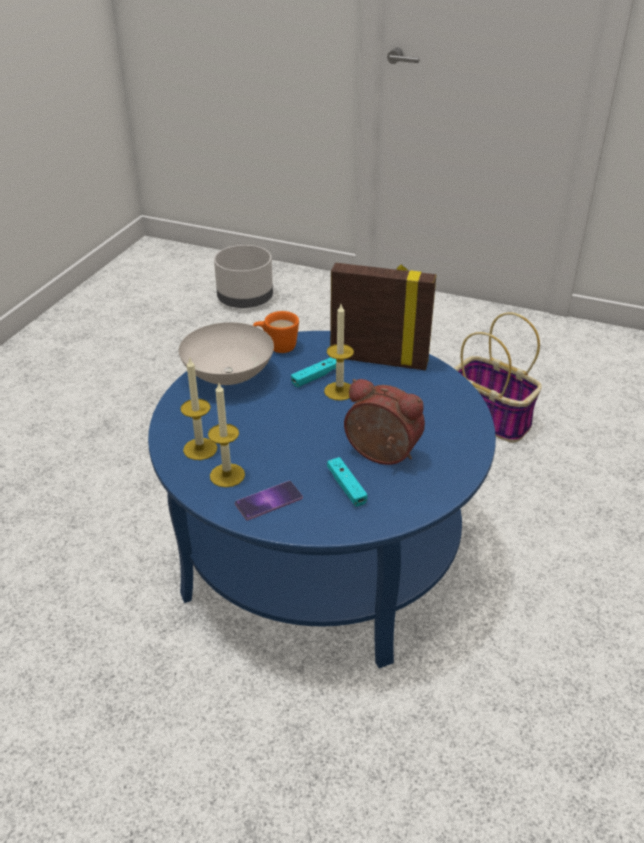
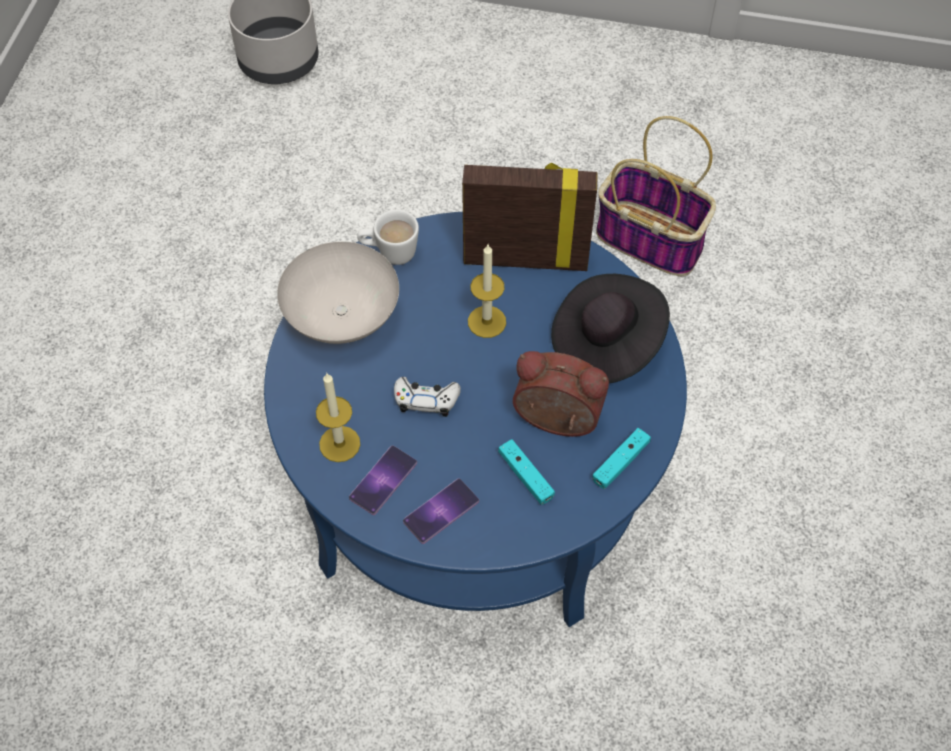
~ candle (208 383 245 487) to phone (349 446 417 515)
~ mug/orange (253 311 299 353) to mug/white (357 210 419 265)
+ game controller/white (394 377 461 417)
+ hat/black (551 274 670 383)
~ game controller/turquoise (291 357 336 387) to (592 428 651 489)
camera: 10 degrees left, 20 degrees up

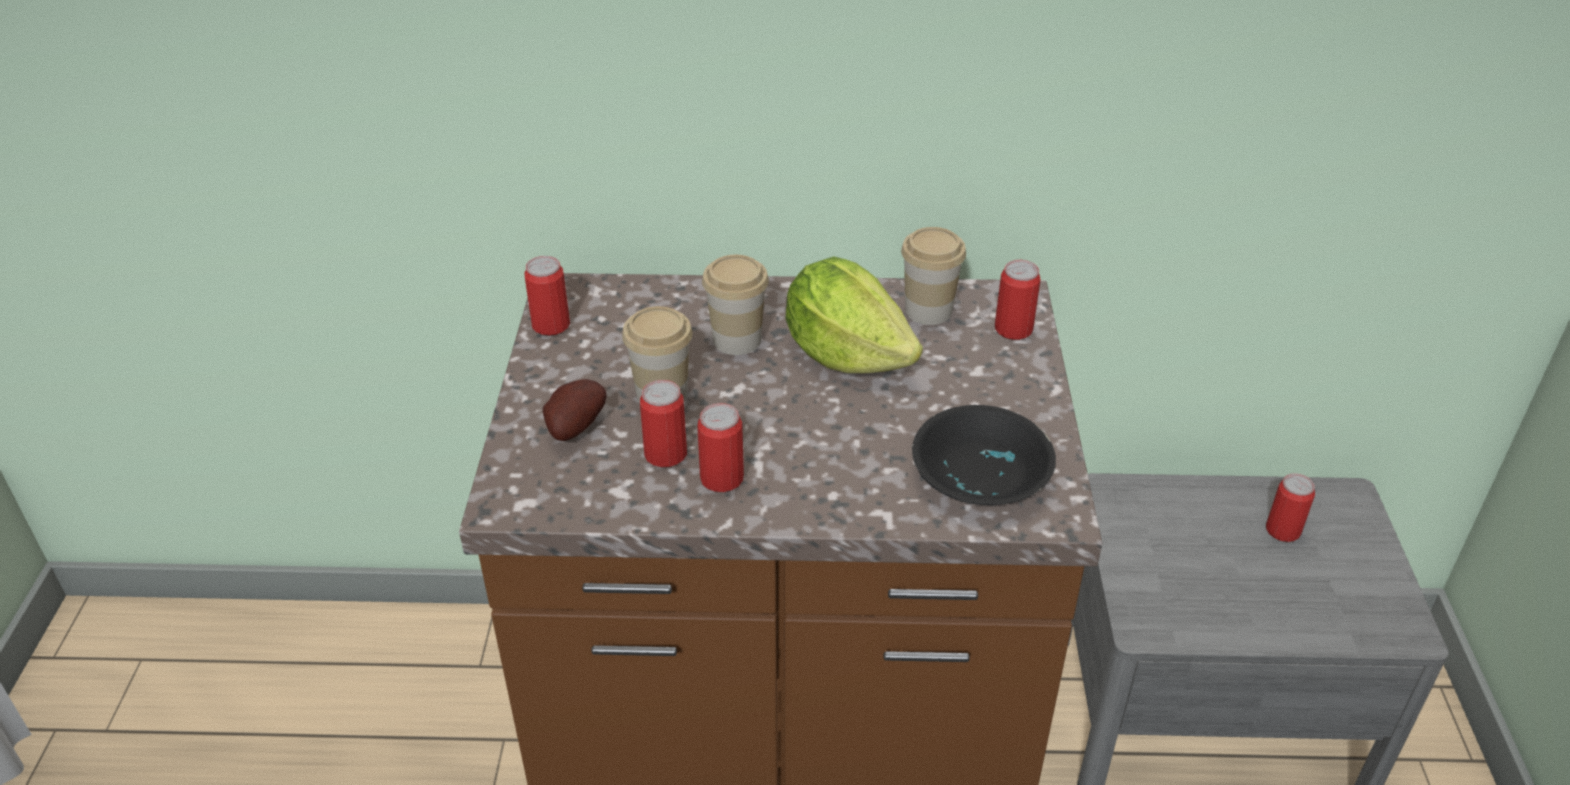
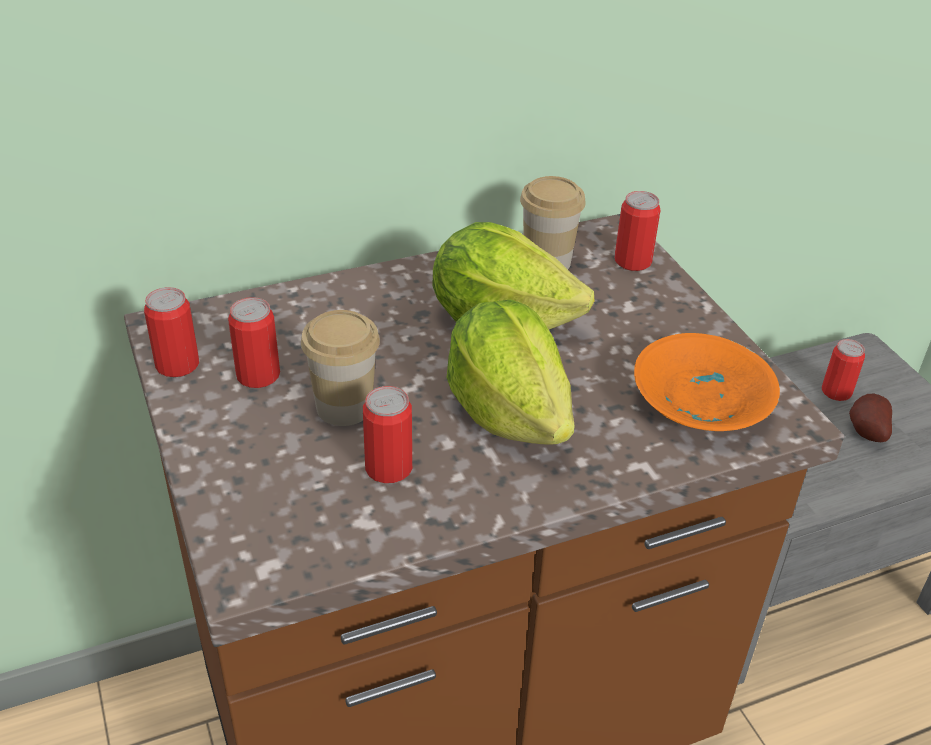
~ can (697 403 744 492) to (228 297 280 388)
+ lettuce (447 299 575 445)
~ bowl/black (912 405 1056 505) to bowl/orange (634 333 780 431)
~ potato (543 379 606 441) to (849 394 892 442)
- cup (702 255 769 355)
camera: 25 degrees left, 0 degrees up

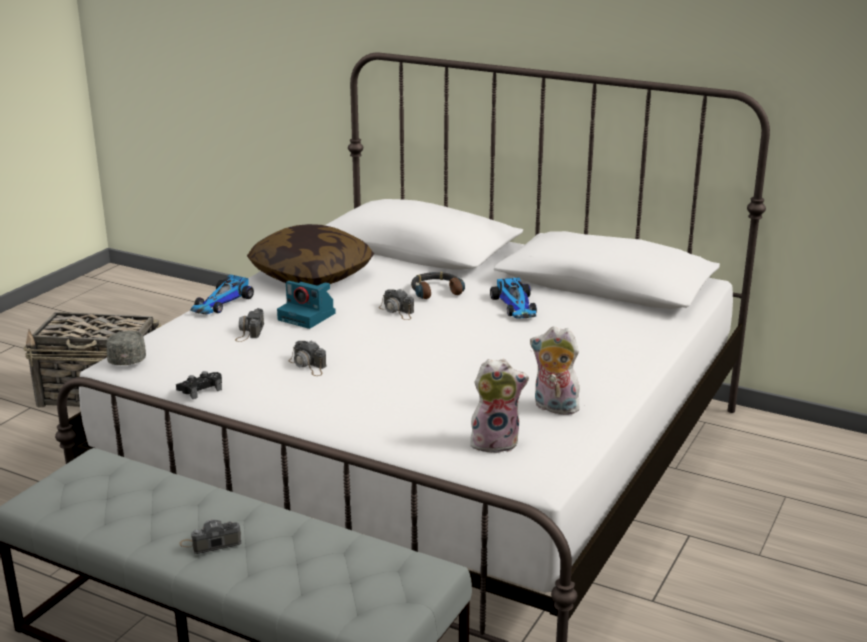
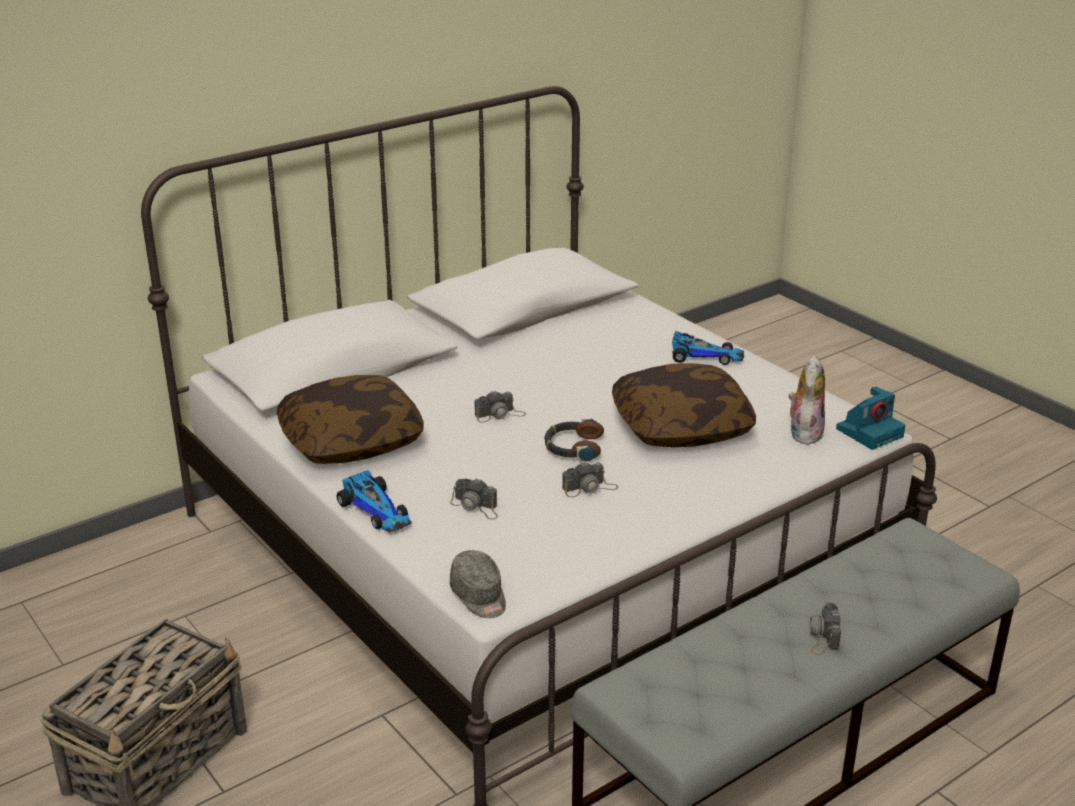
~ cap/grey (107 331 146 365) = (450 550 506 618) 135 degrees counterclockwise
~ headphones (411 272 465 299) to (544 419 604 462)
+ pillow (612 363 756 447)
~ toy car (490 277 537 319) to (672 331 744 365)
~ photo camera (277 281 336 329) to (836 386 906 450)
- game controller/black (176 371 222 399)
- plush toy (530 326 582 415)
camera: 65 degrees left, 5 degrees up

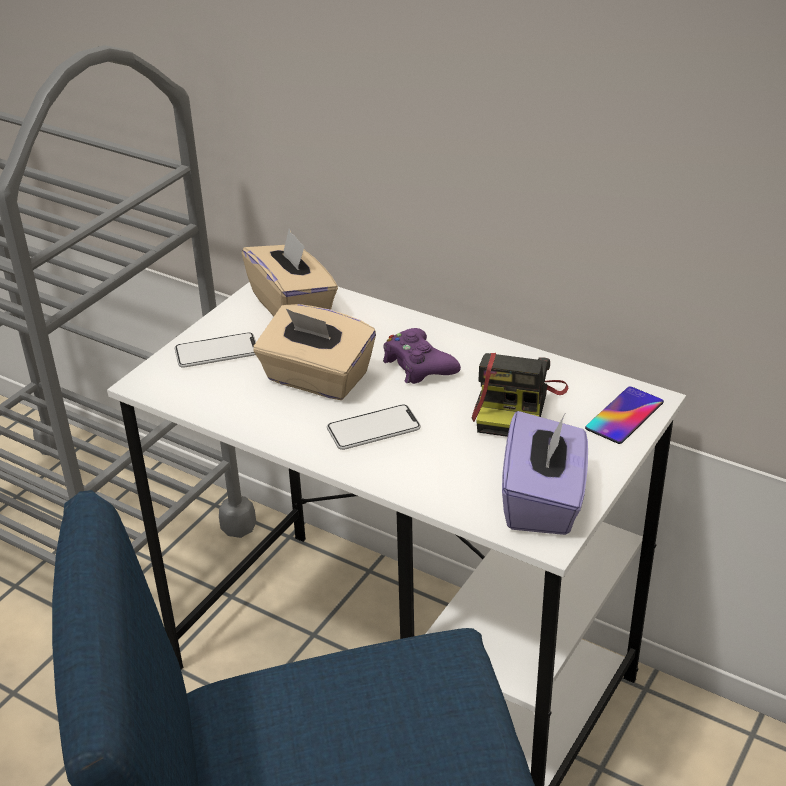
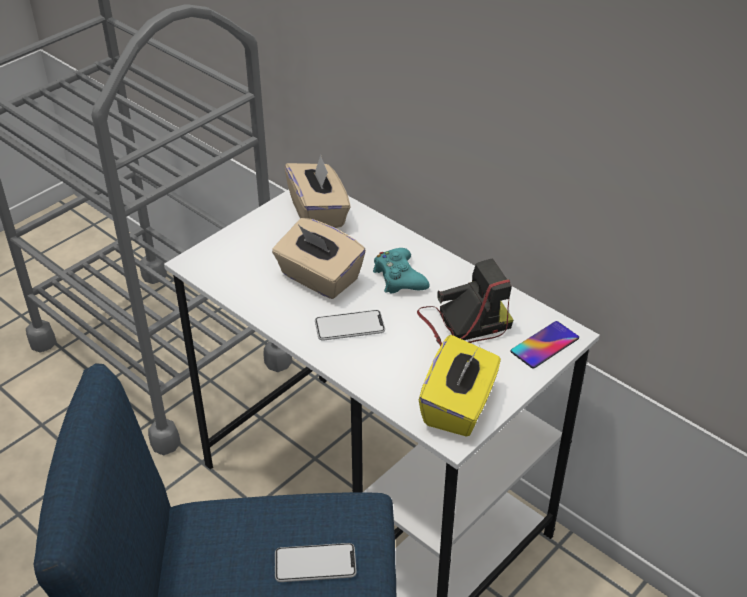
~ phone (175 332 256 368) to (275 543 357 582)
~ game controller/purple (383 328 461 384) to game controller/turquoise (373 248 430 293)
~ photo camera (472 353 569 437) = (417 258 513 346) 135 degrees counterclockwise
~ tissue box/purple (502 411 588 535) to tissue box/yellow (419 335 501 437)
camera: 10 degrees right, 5 degrees up

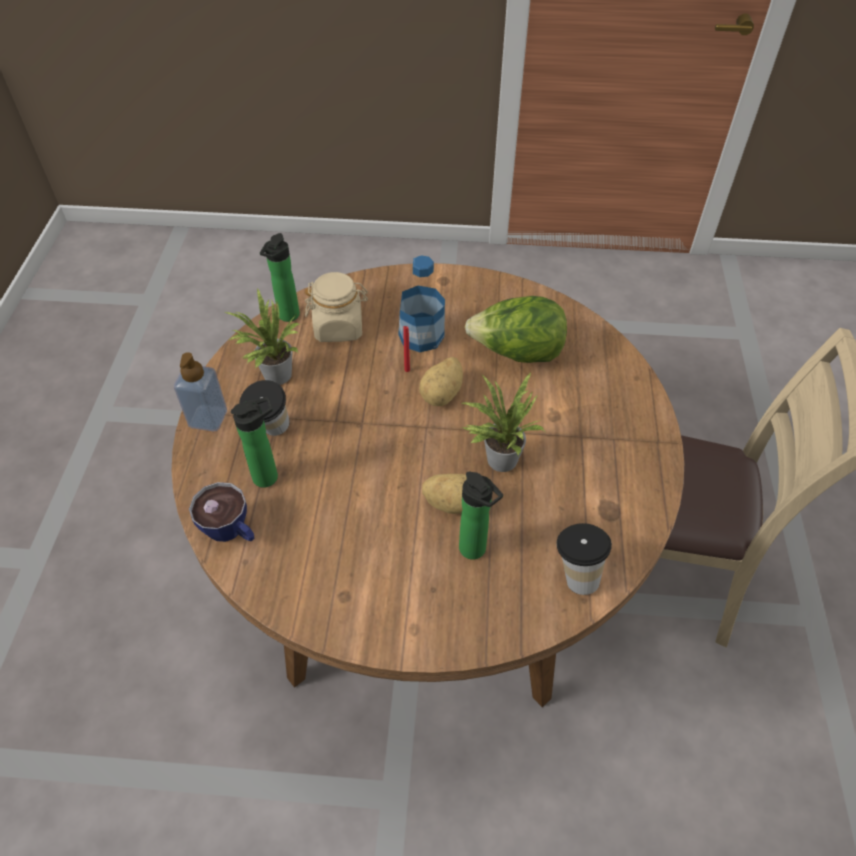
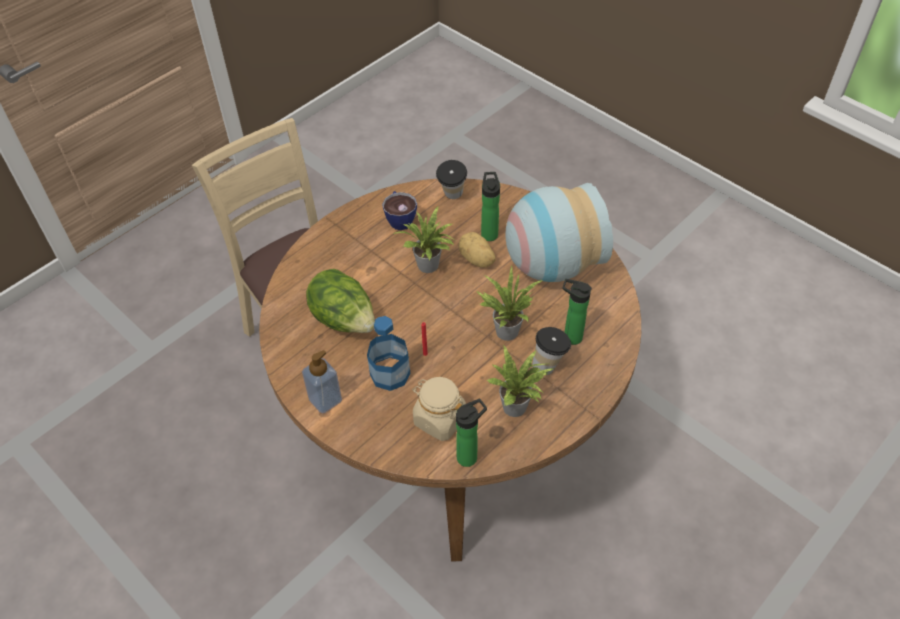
~ soap dispenser (174 352 227 431) to (302 350 342 414)
~ cup (189 482 254 542) to (382 191 417 230)
+ potted plant (477 266 542 341)
+ vase (505 183 613 282)
- potato (419 357 463 406)
camera: 140 degrees left, 0 degrees up

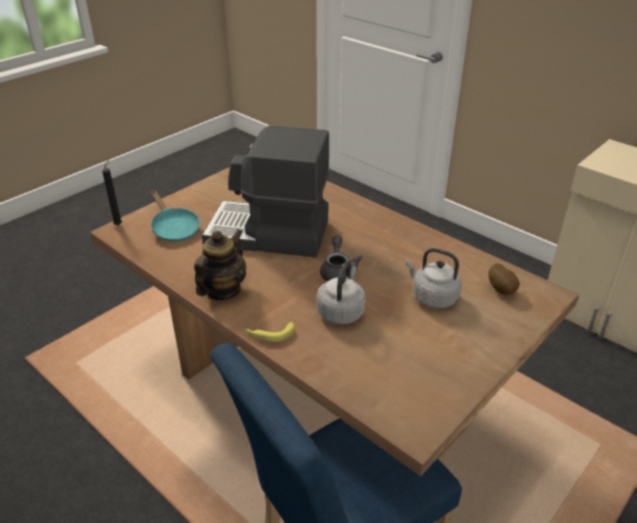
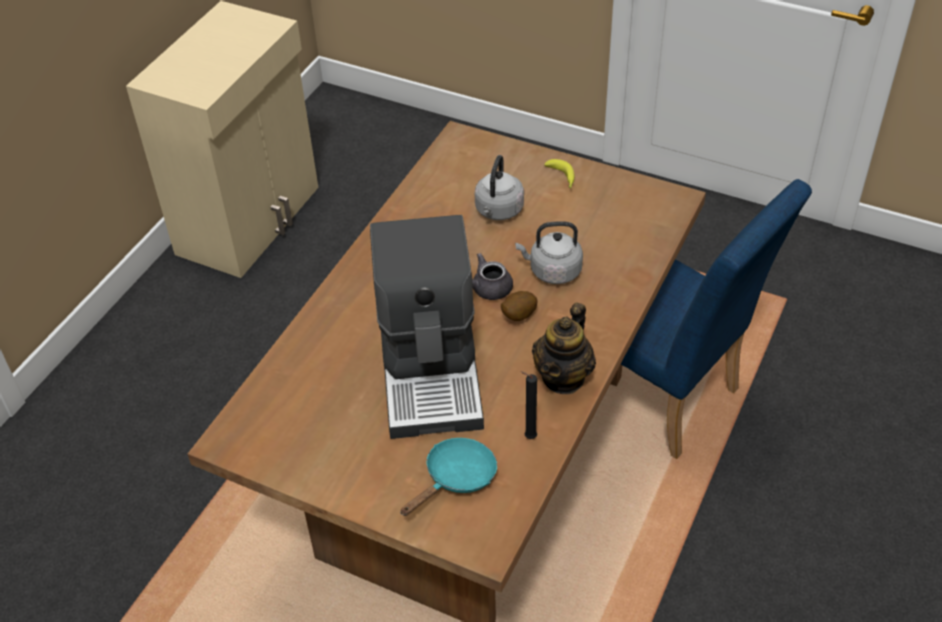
~ potato (488 264 520 295) to (501 291 538 321)
~ candle/black (102 160 122 225) to (520 371 537 439)
~ teapot (194 229 246 300) = (532 303 596 394) 75 degrees counterclockwise
~ banana (245 322 295 342) to (544 159 575 188)
camera: 105 degrees left, 10 degrees up

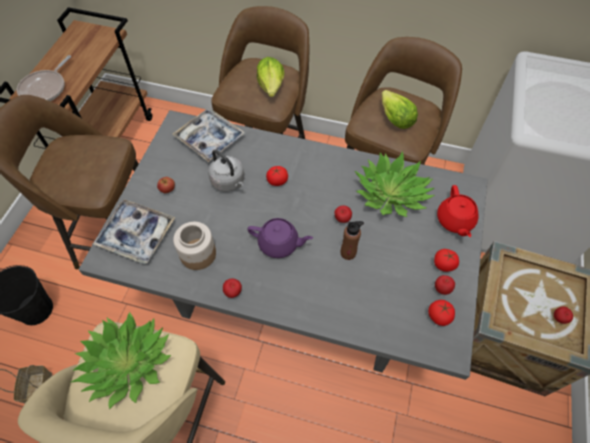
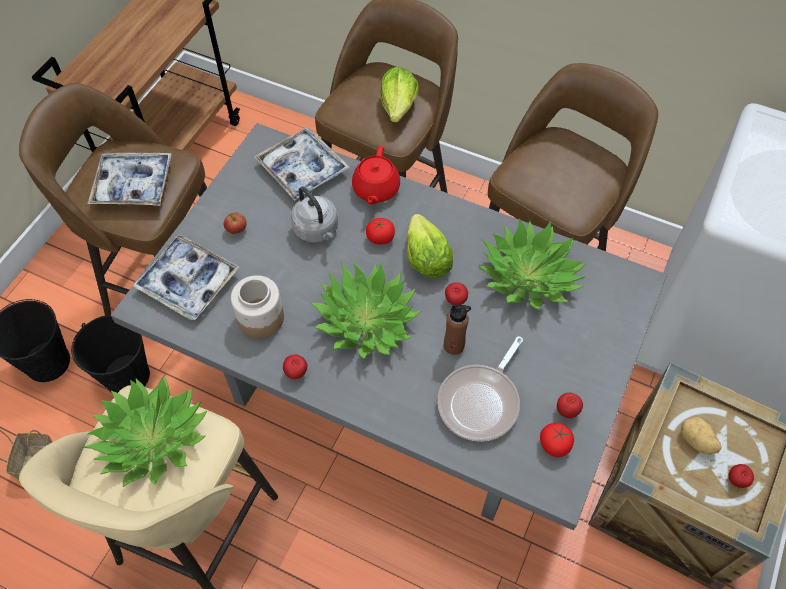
+ bucket/black (71 315 150 393)
+ tray (88 153 172 206)
~ teapot/purple (247 218 313 258) to potted plant (310 262 421 359)
~ teapot/red (437 185 479 237) to (352 146 400 205)
~ lettuce (381 90 418 129) to (407 214 453 278)
~ frying pan (17 55 71 101) to (437 336 523 442)
+ potato (681 417 722 455)
- tomato (434 249 459 272)
camera: 10 degrees right, 0 degrees up

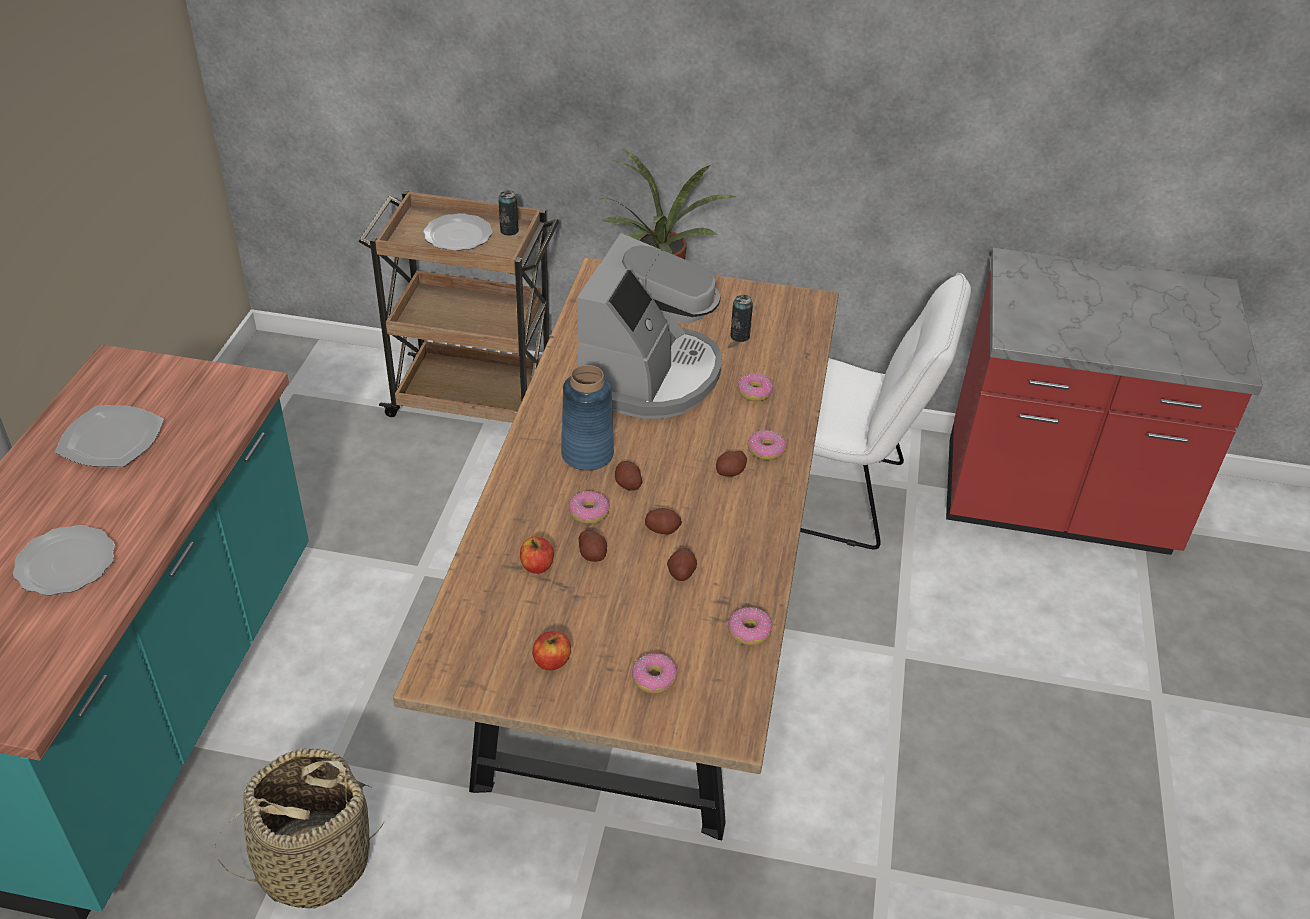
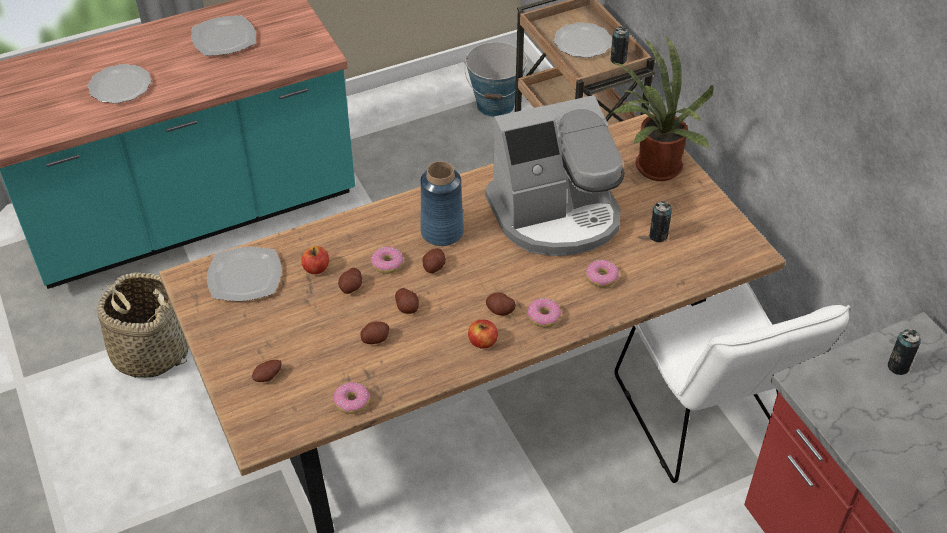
+ plate (207 247 282 301)
~ donut (632 653 677 694) to potato (252 360 282 382)
+ bucket (464 42 528 117)
~ apple (532 631 571 671) to (468 320 498 349)
+ can (888 329 921 375)
camera: 55 degrees right, 5 degrees up

